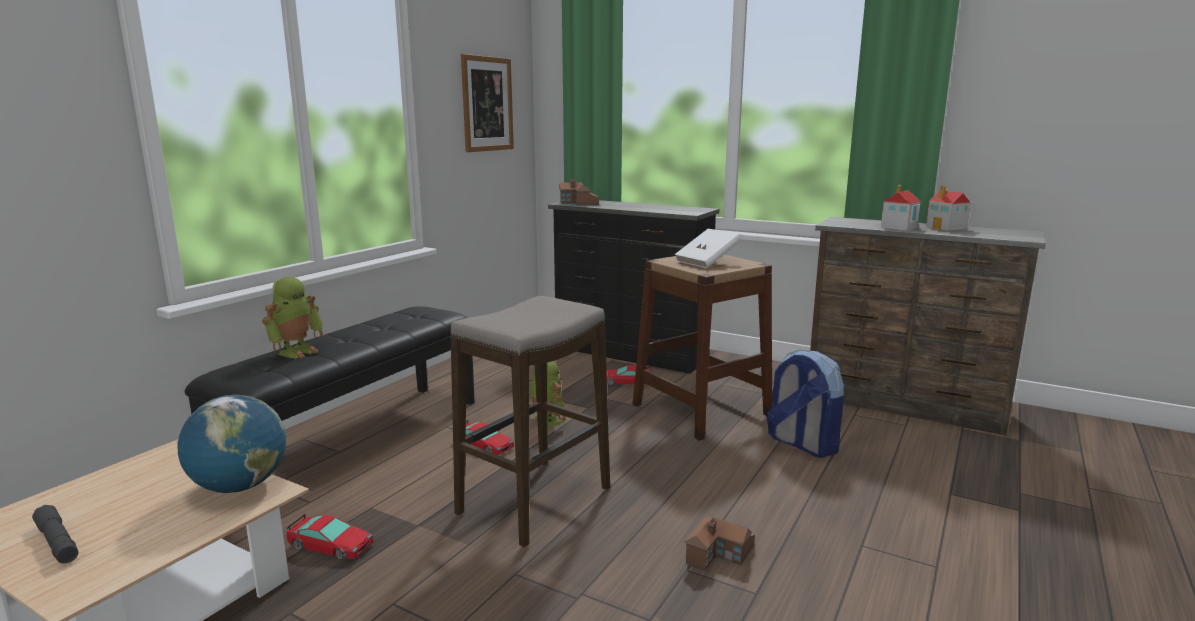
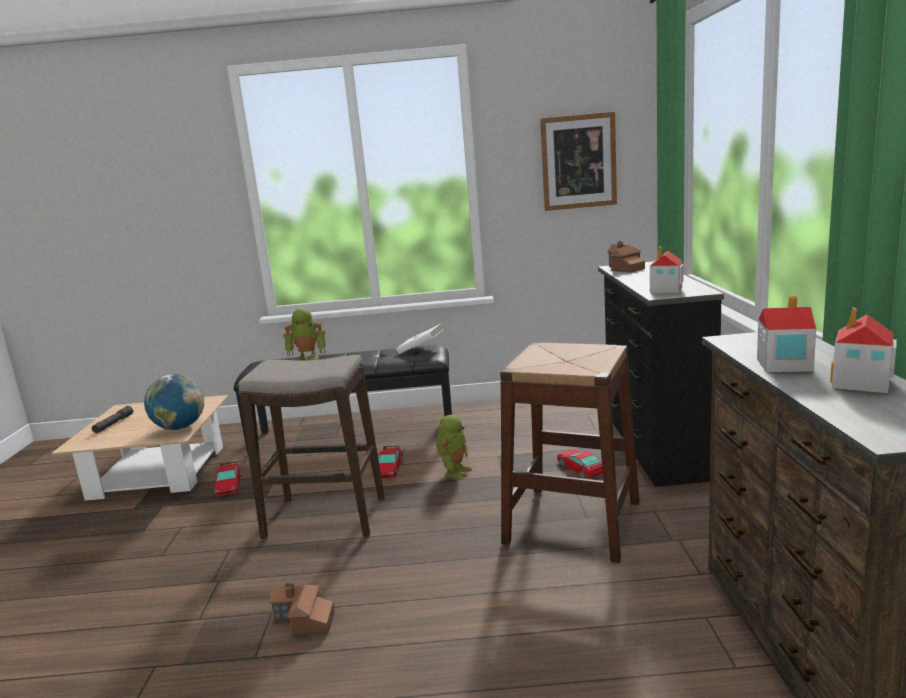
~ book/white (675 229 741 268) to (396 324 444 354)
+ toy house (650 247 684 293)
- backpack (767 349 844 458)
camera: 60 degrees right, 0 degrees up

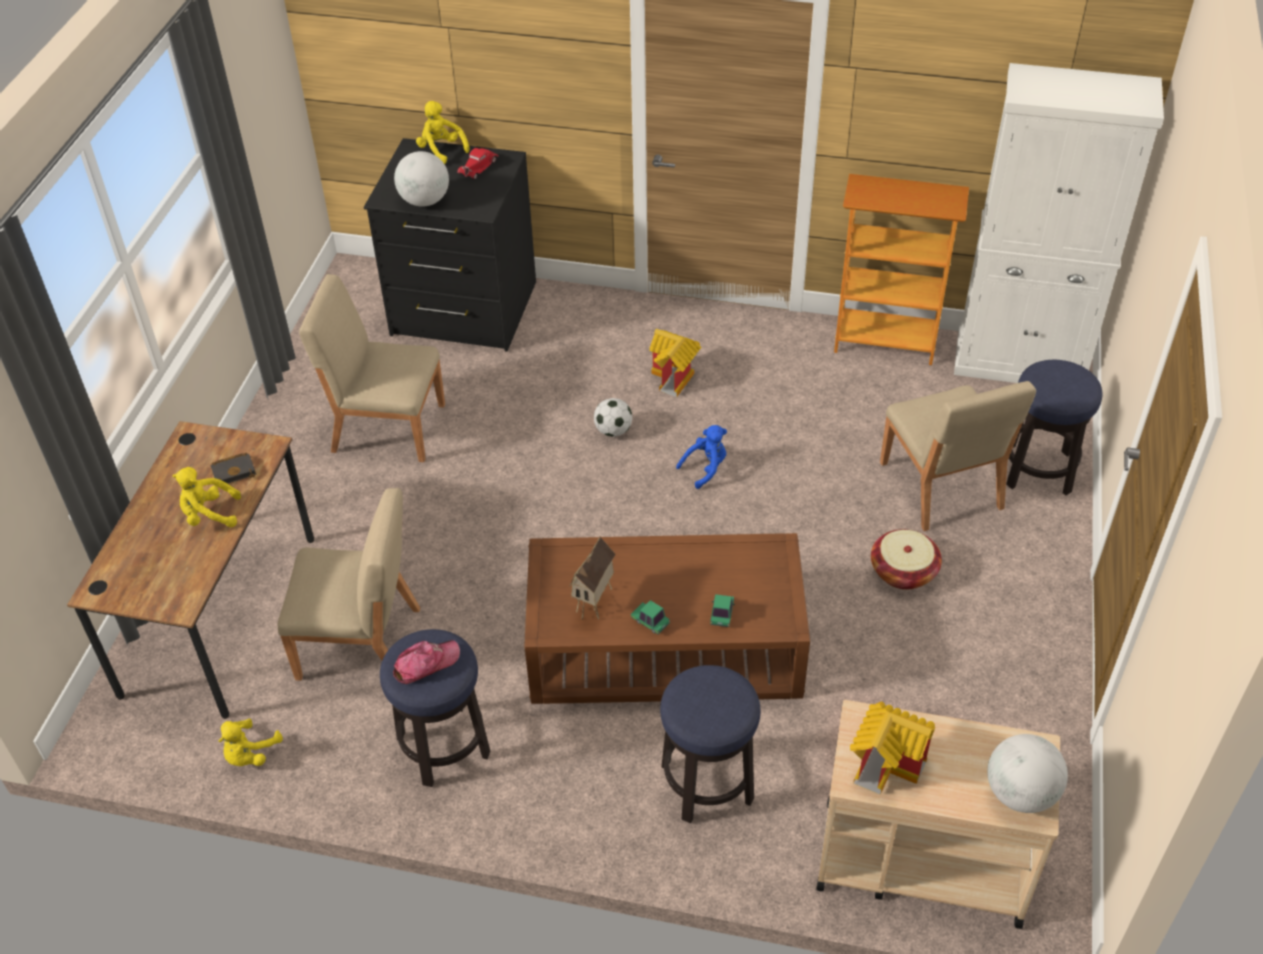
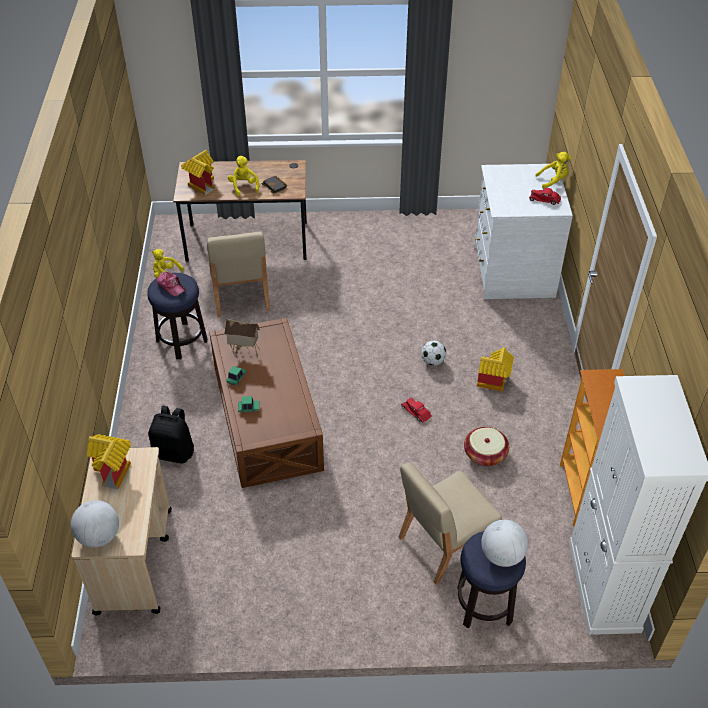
~ stool (660 665 761 823) to backpack/black (148 406 194 463)
+ toy house (181 150 214 195)
~ plush toy/blue (676 425 727 489) to toy car/red (401 398 432 422)
~ basket (871 529 942 590) to (464 427 509 466)
~ dresser/black (364 138 536 352) to dresser/white (474 164 573 299)
~ globe (394 151 449 207) to (481 520 528 567)
~ plush toy/yellow (416 101 470 164) = (535 152 571 189) 45 degrees clockwise
- chair/beige (299 274 445 462)
camera: 75 degrees right, 0 degrees up

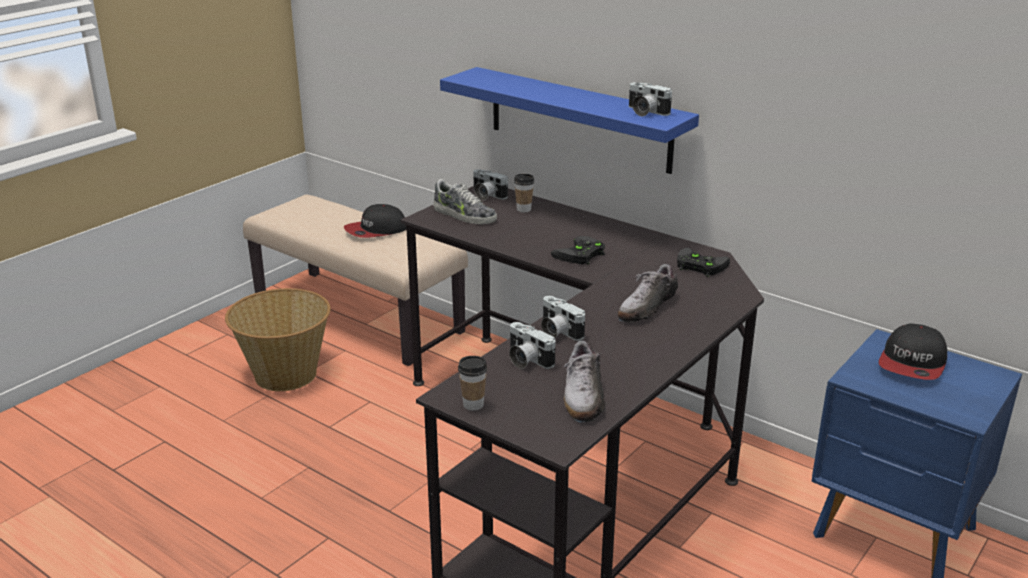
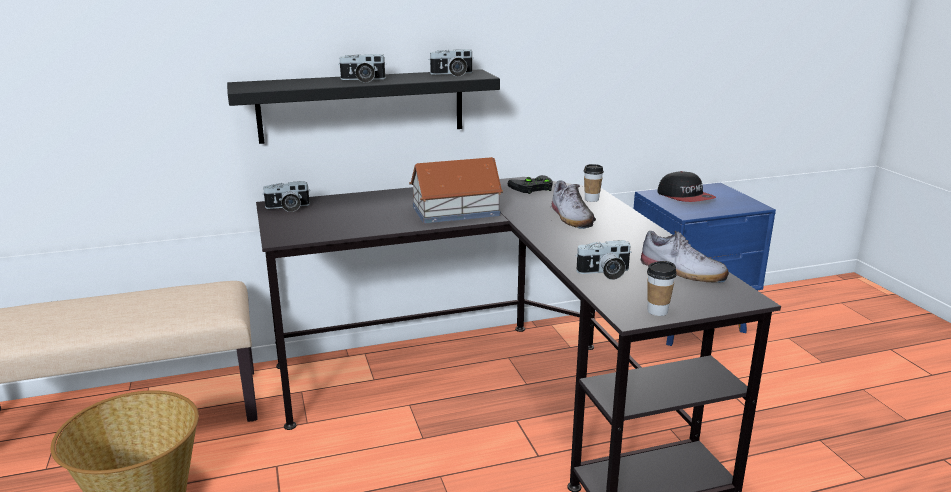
~ shelf/blue (440 67 699 174) to shelf/black (227 69 500 144)
~ photo camera (541 296 585 341) to (338 54 386 83)
~ game controller/black (551 236 605 265) to toy house (409 157 503 224)
~ cup (514 174 534 212) to (583 164 604 202)
- cap (344 204 407 238)
- shoe (433 179 497 224)
camera: 55 degrees left, 5 degrees down

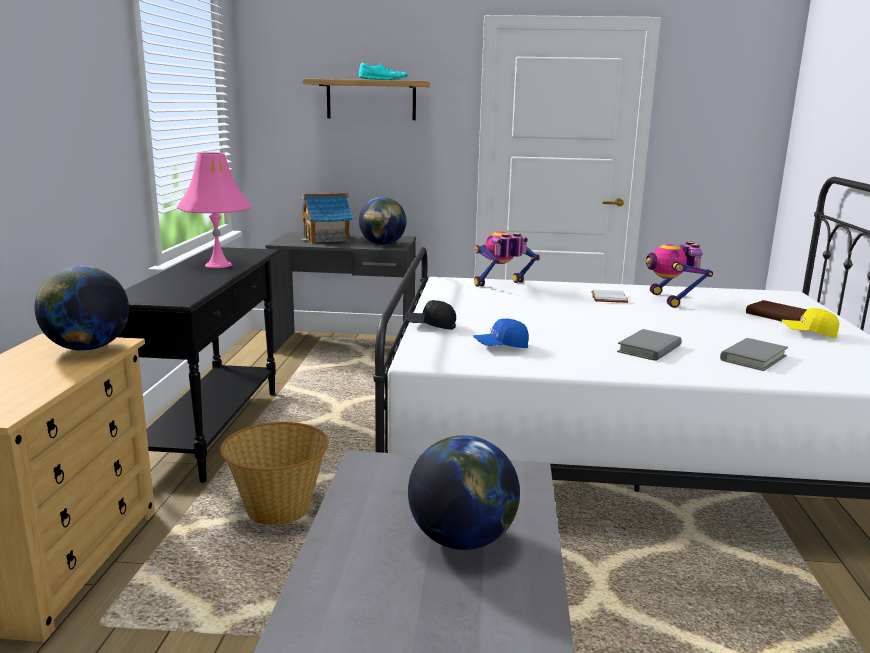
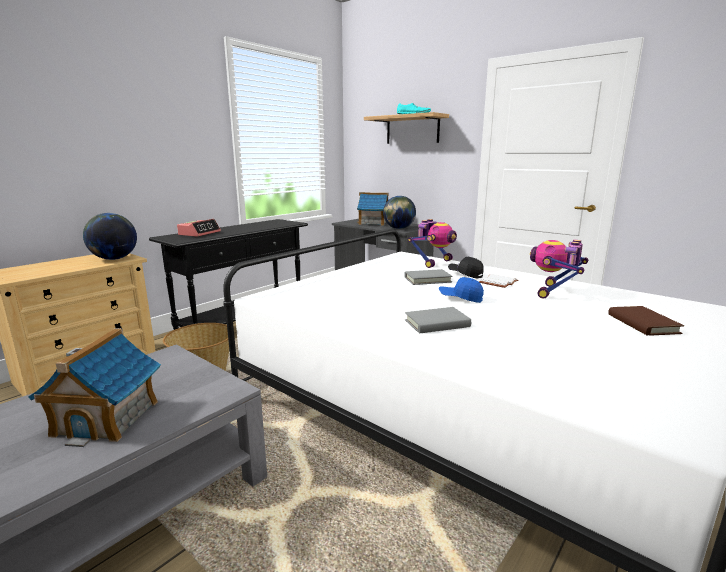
~ globe (408 435 520 550) to toy house (28 328 161 447)
+ alarm clock (177 219 221 237)
~ book/grey (720 338 788 371) to (404 269 453 285)
~ toy robot (474 231 540 287) = (408 219 457 268) 120 degrees clockwise
~ cap/blue (473 319 529 348) to (439 277 484 303)
~ cap/black (404 300 456 330) to (448 257 484 279)
- table lamp/pink (177 152 252 268)
- cap/yellow (782 308 839 338)
camera: 35 degrees right, 0 degrees up

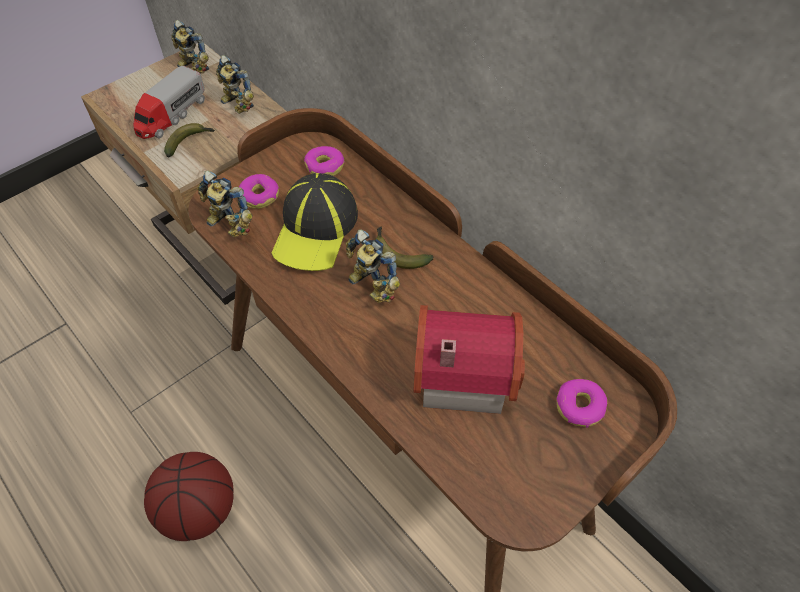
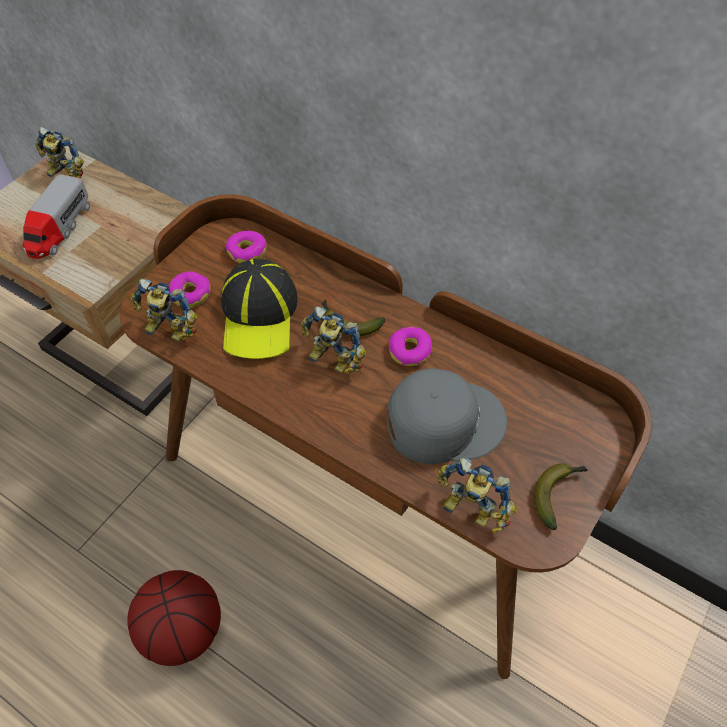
~ toy house (413 305 525 414) to cap/grey (386 368 507 464)
~ donut (556 379 607 428) to (389 327 432 366)
~ toy robot (216 55 254 114) to (438 457 517 533)
~ banana (164 123 215 157) to (535 464 588 530)
camera: 15 degrees left, 0 degrees up

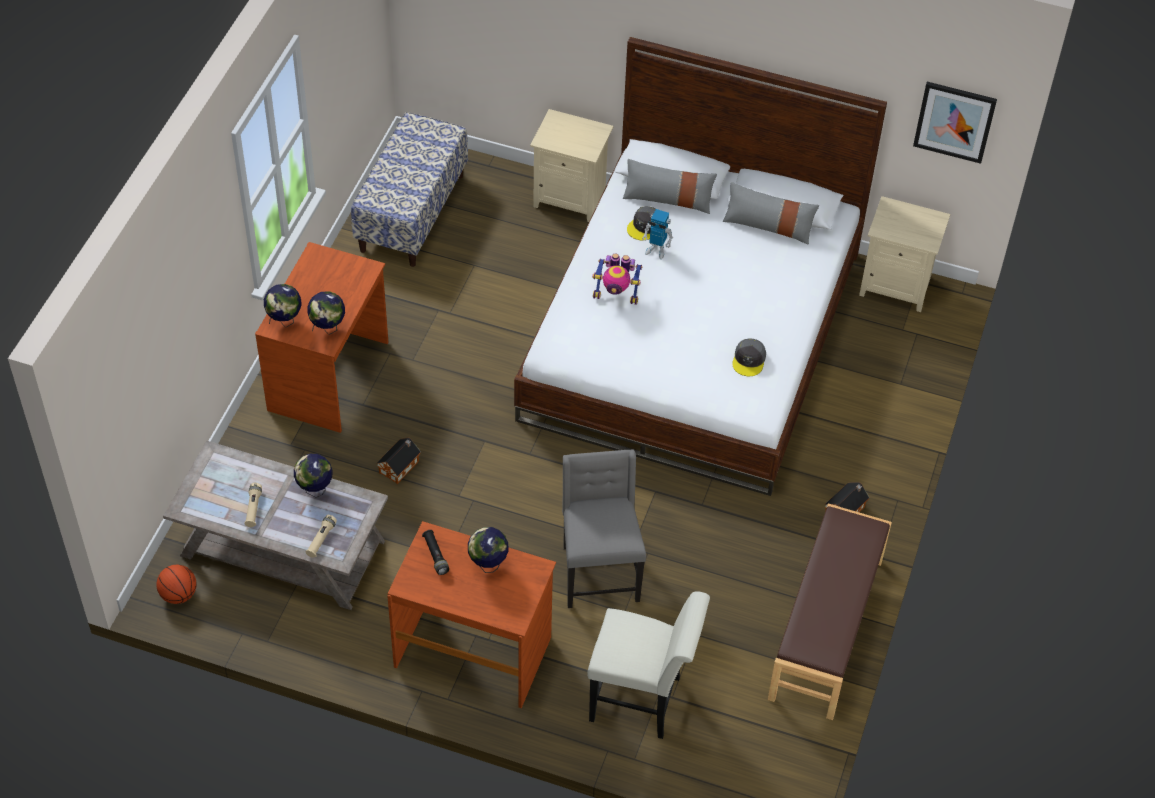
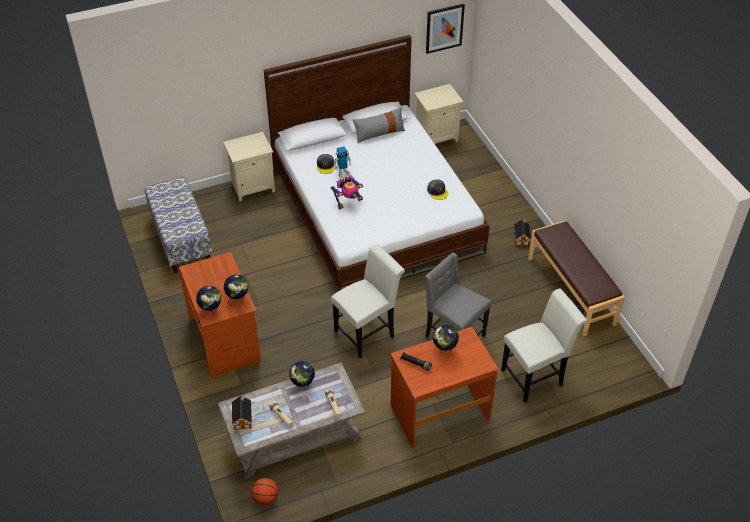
~ toy house (376 438 421 484) to (232 396 252 430)
+ chair/white (331 244 405 358)
- pillow/grey (623 159 717 214)
camera: 40 degrees left, 5 degrees down

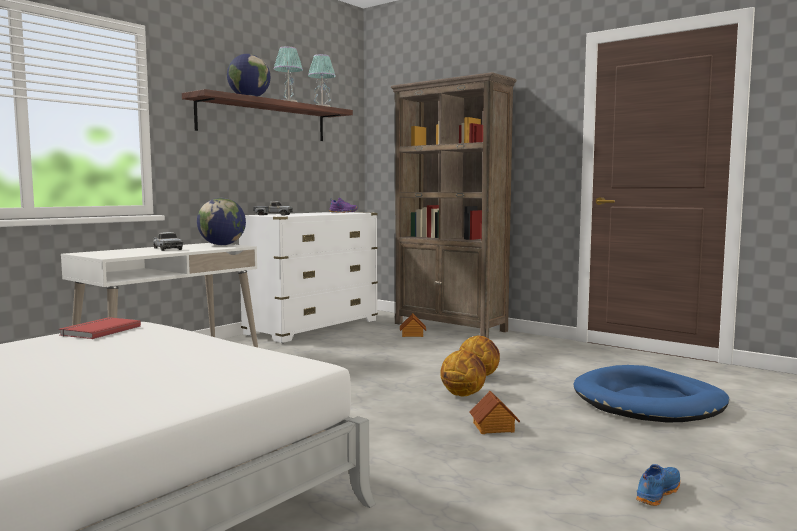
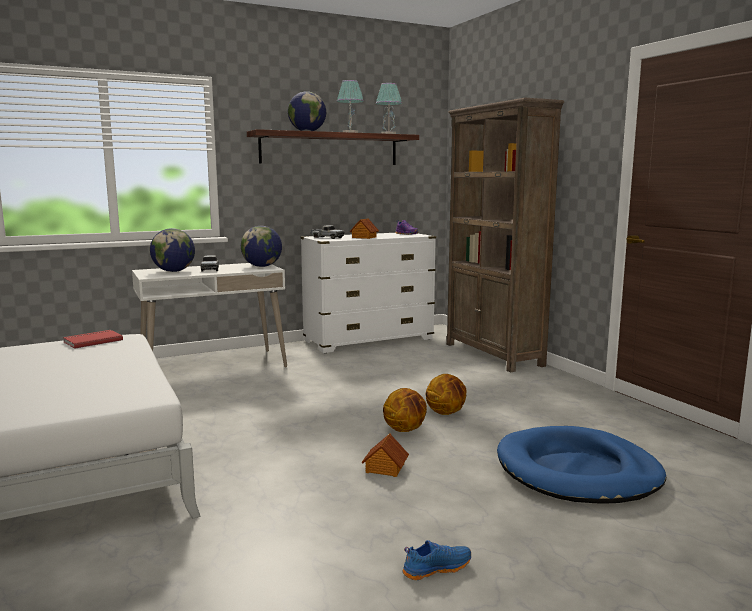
+ globe (150 228 195 272)
~ toy house (400 313 426 337) to (349 218 379 239)
camera: 25 degrees right, 5 degrees up

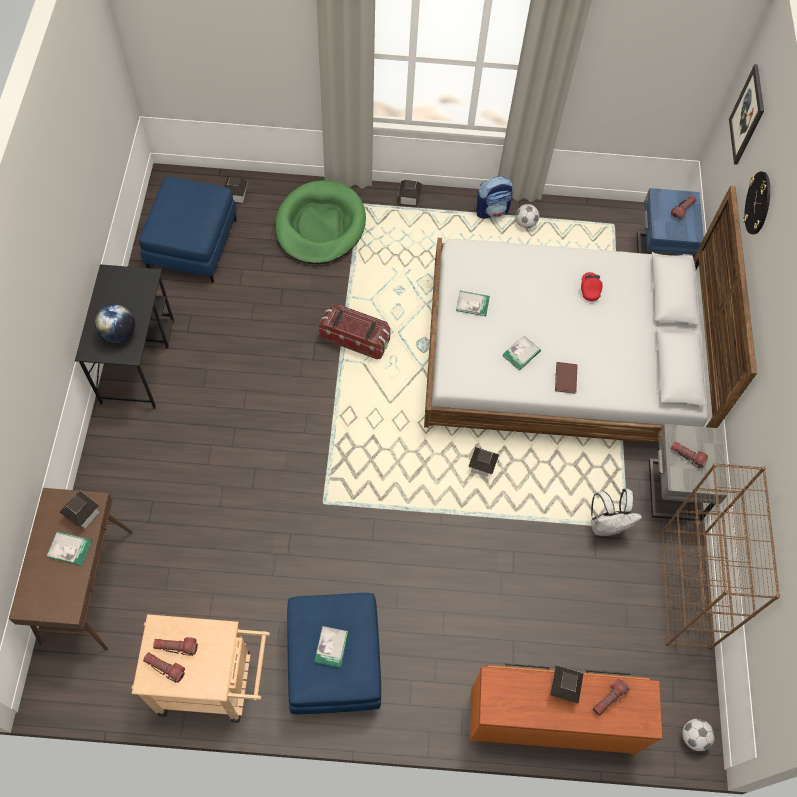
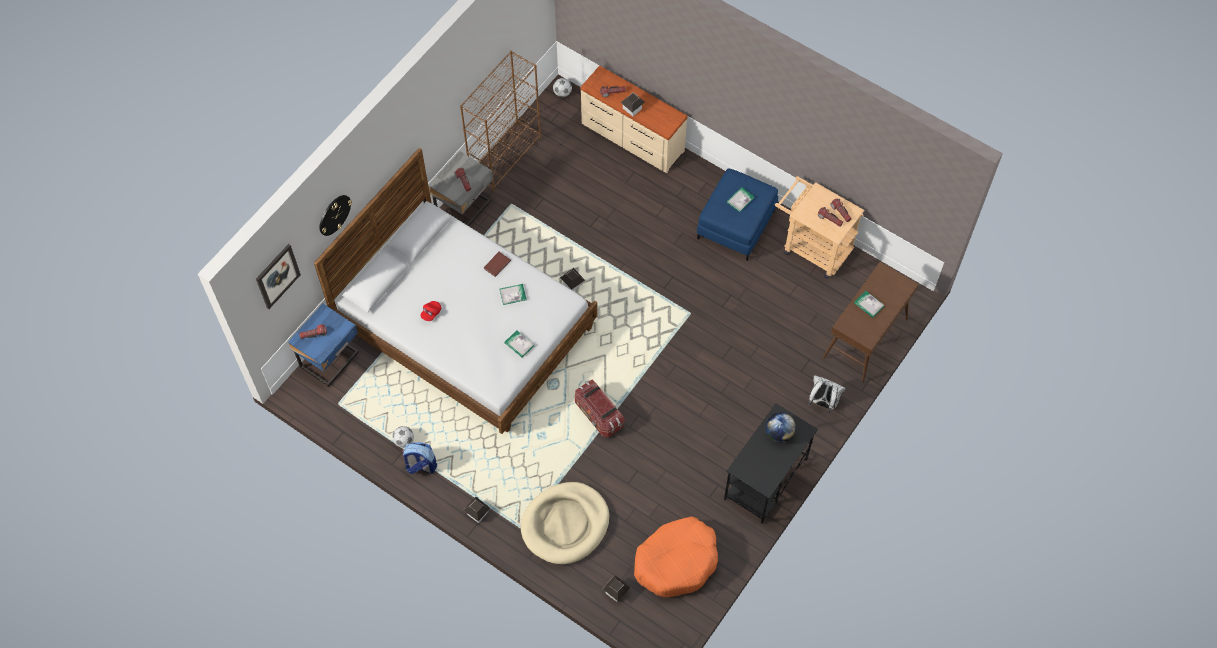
~ dog bed/green (275 180 366 264) to dog bed/beige (521 482 610 564)
~ dresser/orange (470 664 663 754) to dresser/beige (580 66 688 173)
~ ottoman/blue (139 177 237 283) to dog bed/orange (634 516 718 597)
~ backpack/white (591 489 642 536) to (808 375 846 413)
- toy house (60 491 99 528)
camera: 145 degrees left, 0 degrees up

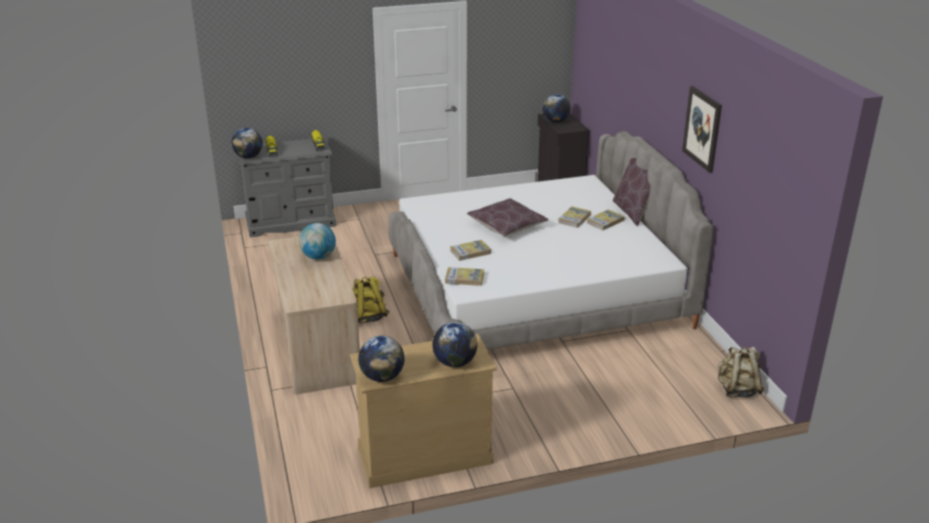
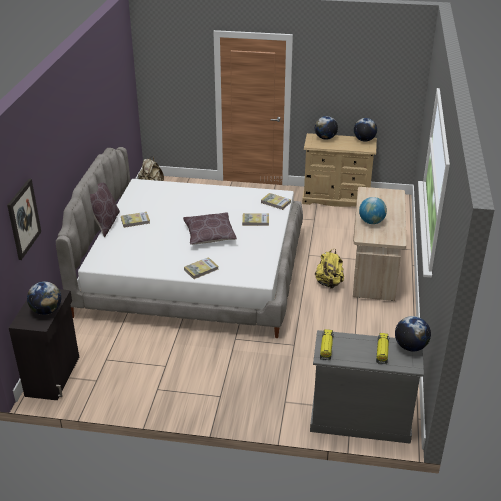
~ picture (682 86 722 173) to (7 179 41 260)
~ book (558 207 591 228) to (184 257 219 279)
camera: 155 degrees left, 5 degrees up

